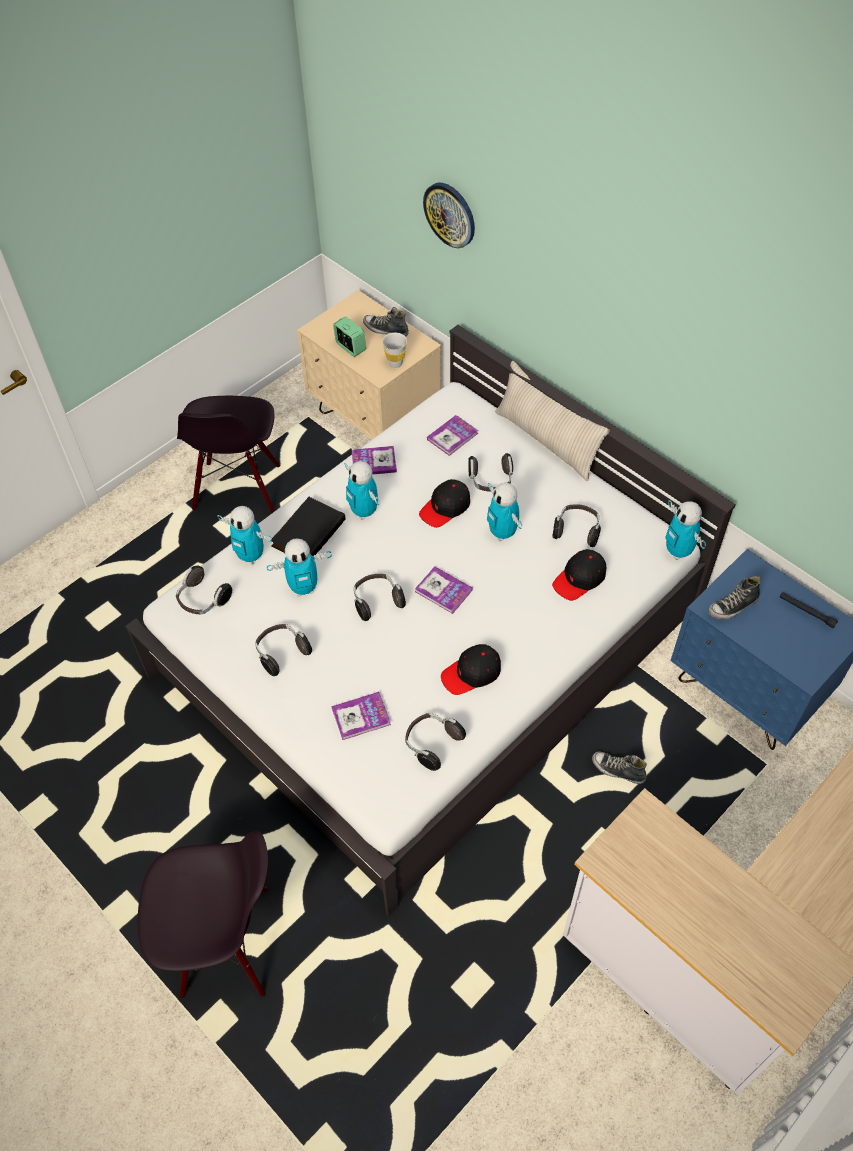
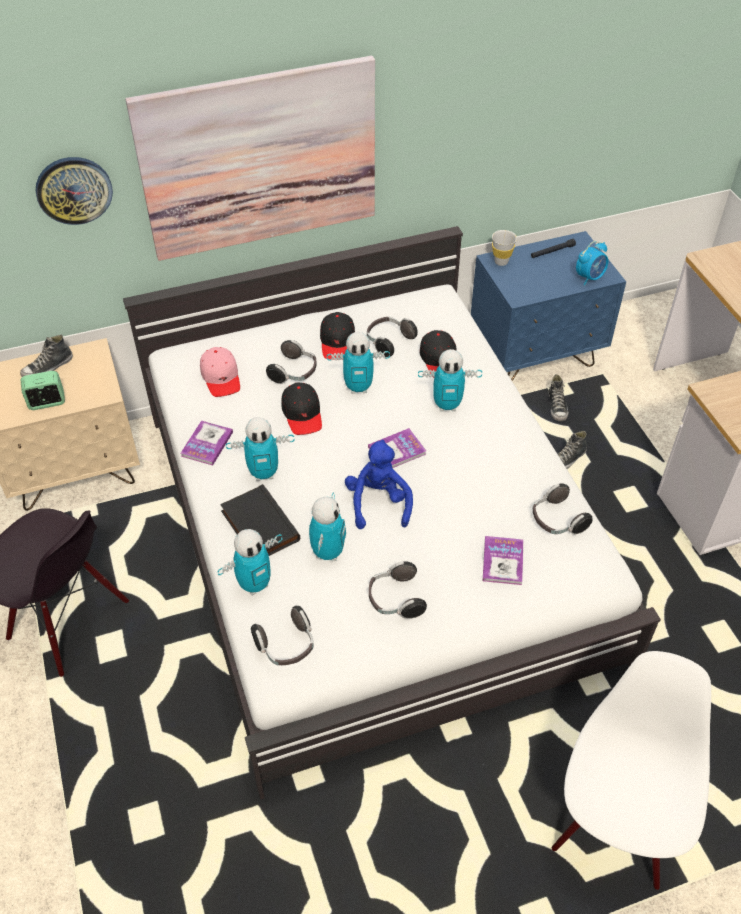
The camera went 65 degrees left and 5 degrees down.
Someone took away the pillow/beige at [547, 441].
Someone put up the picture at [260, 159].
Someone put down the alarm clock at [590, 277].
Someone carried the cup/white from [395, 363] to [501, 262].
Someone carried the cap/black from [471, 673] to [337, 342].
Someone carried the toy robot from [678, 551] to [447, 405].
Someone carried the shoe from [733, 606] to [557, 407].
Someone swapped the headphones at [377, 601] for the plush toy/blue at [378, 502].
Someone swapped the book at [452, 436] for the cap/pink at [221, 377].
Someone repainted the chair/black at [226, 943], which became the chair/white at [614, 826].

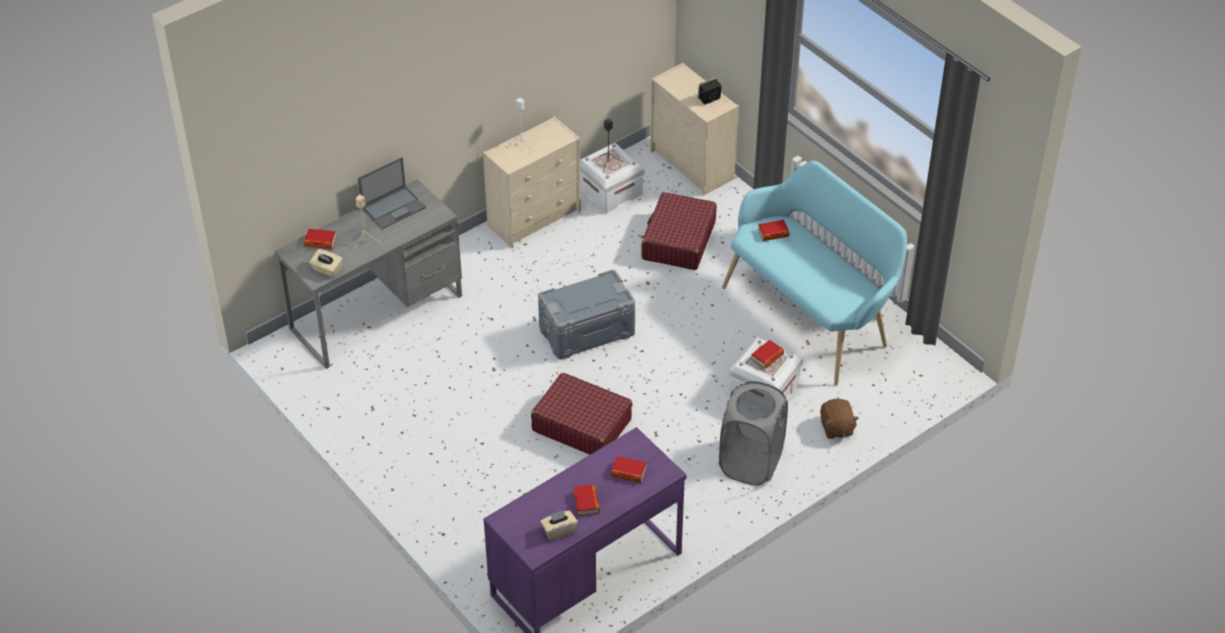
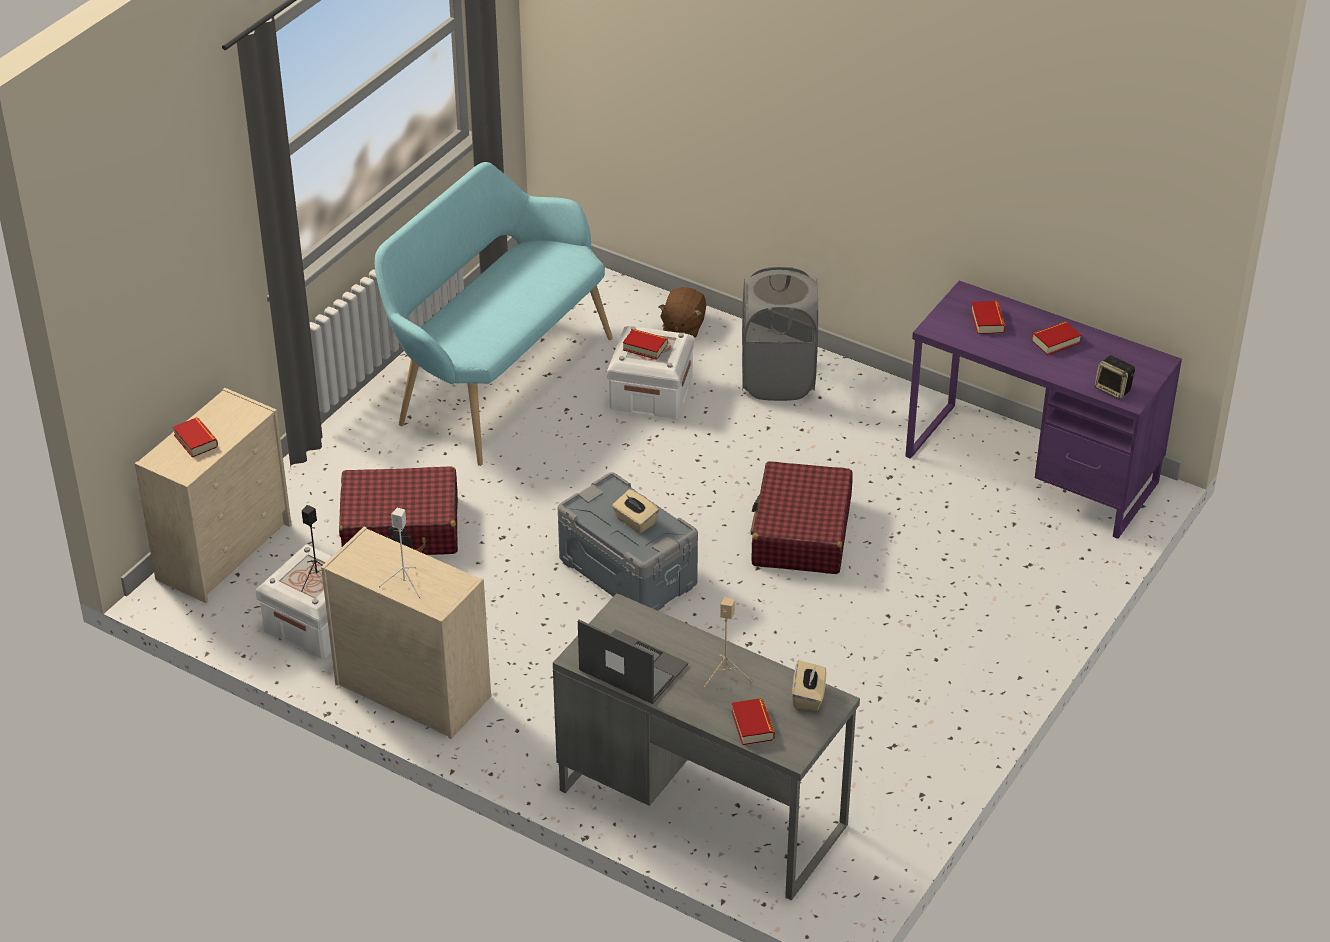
The camera went 110 degrees left and 5 degrees down.
Someone carried the tissue box/beige from [559, 530] to [635, 521].
Someone carried the speaker from [709, 99] to [1113, 389].
Someone carried the book from [773, 233] to [196, 441].
Someone rotated the plush toy/brown at [836, 428] by 135 degrees clockwise.

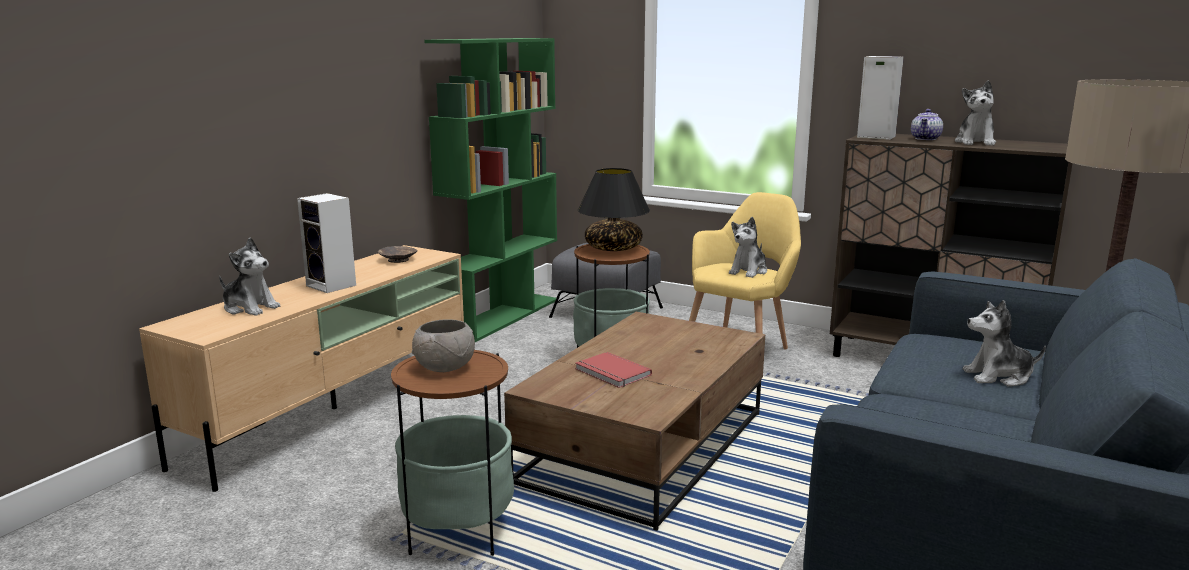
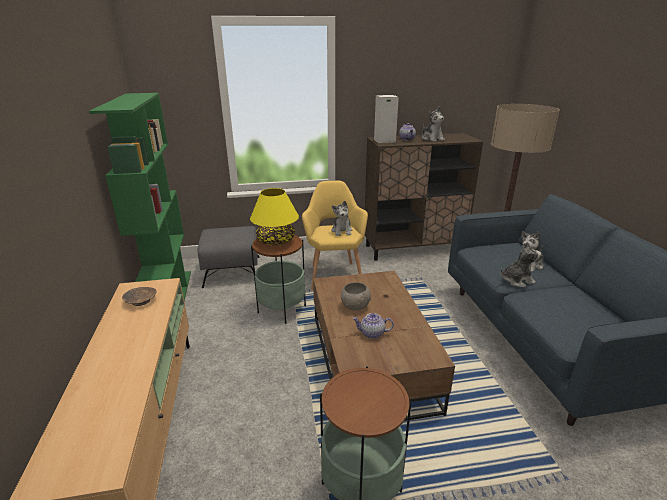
The camera went 40 degrees left and 10 degrees up.
Someone took away the speaker at [333, 286].
Someone carried the plush toy from [250, 308] to [516, 280].
Someone carried the bowl/grey from [446, 367] to [355, 306].
Someone swapped the book/red at [611, 373] for the teapot at [372, 333].
Someone repainted the table lamp/black at [613, 248], which became the table lamp/yellow at [276, 240].

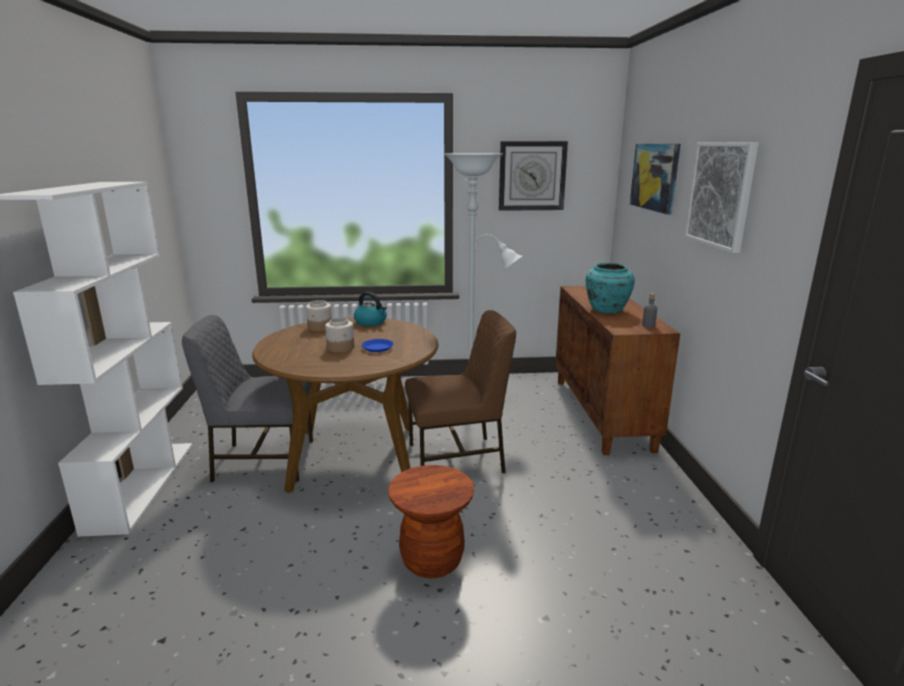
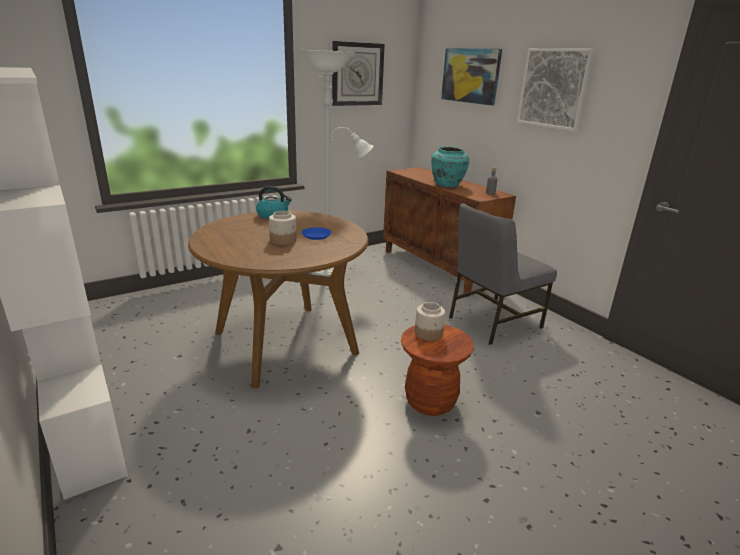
The camera went 30 degrees left and 5 degrees up.
Someone took away the chair/brown at [457, 459].
Someone carried the chair/grey from [262, 461] to [492, 322].
Someone carried the jar from [320, 327] to [429, 333].

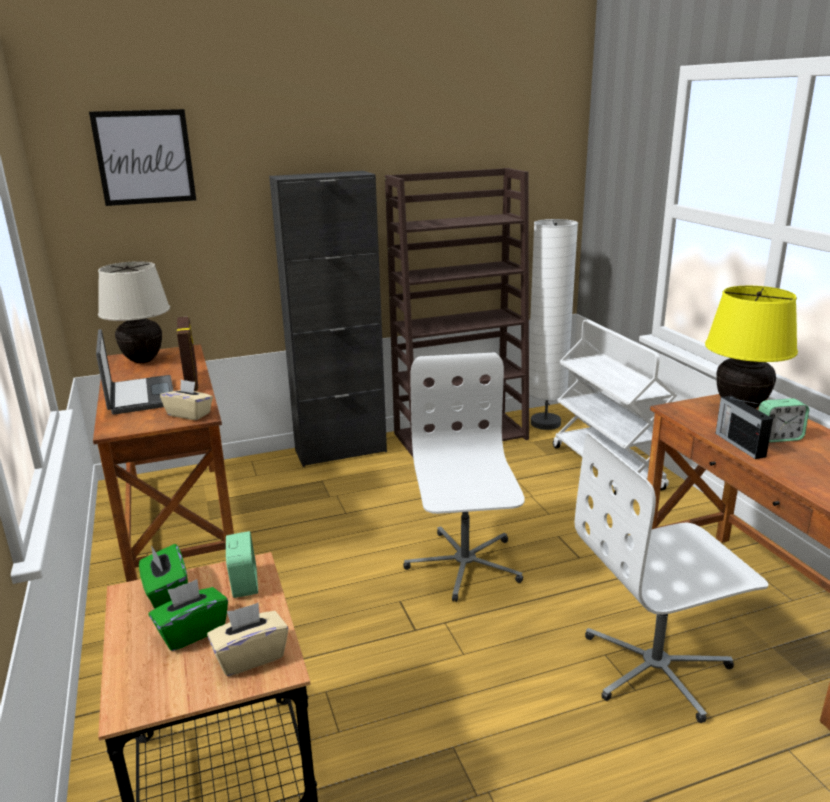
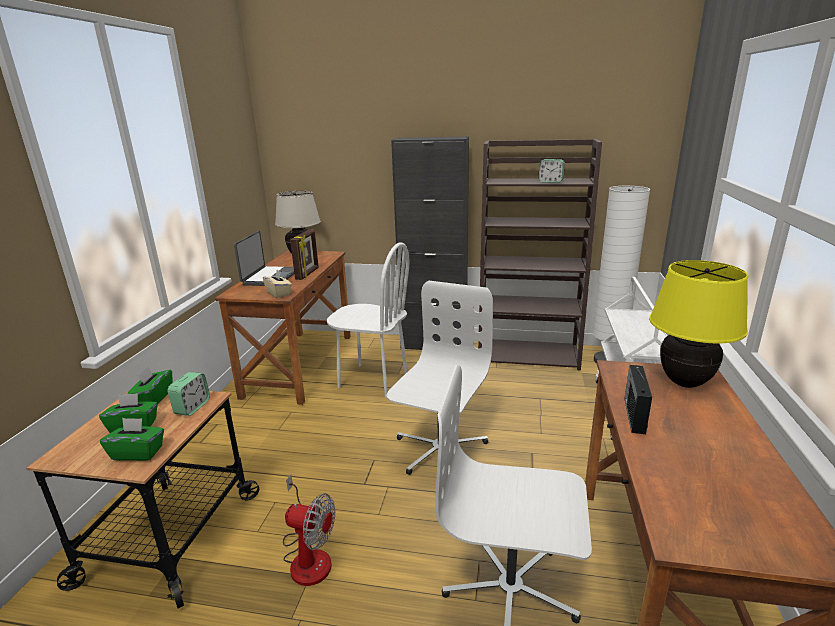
The camera went 30 degrees right and 0 degrees up.
Someone took away the picture at [144, 157].
Someone put down the fan at [308, 555].
Someone put down the chair/white at [372, 380].
Someone carried the alarm clock from [778, 437] to [550, 181].
Someone repainted the tissue box/beige at [250, 656], which became the tissue box/green at [138, 453].

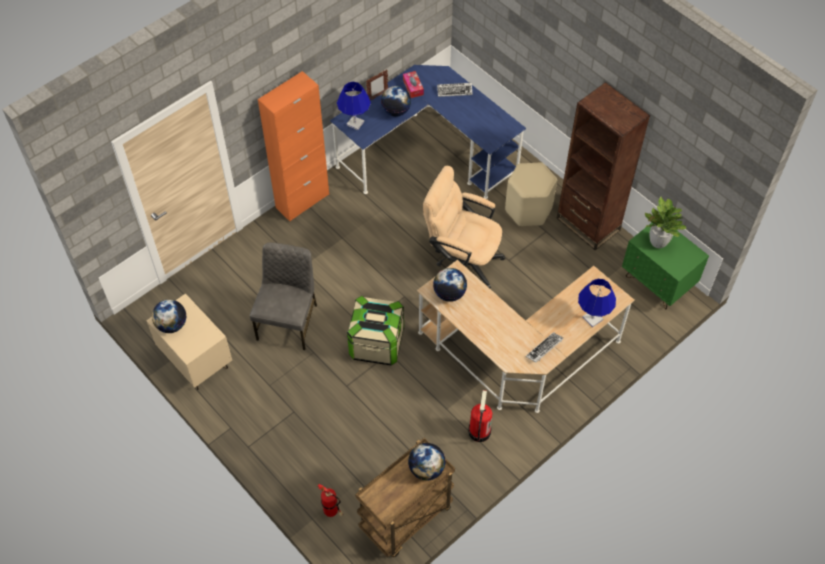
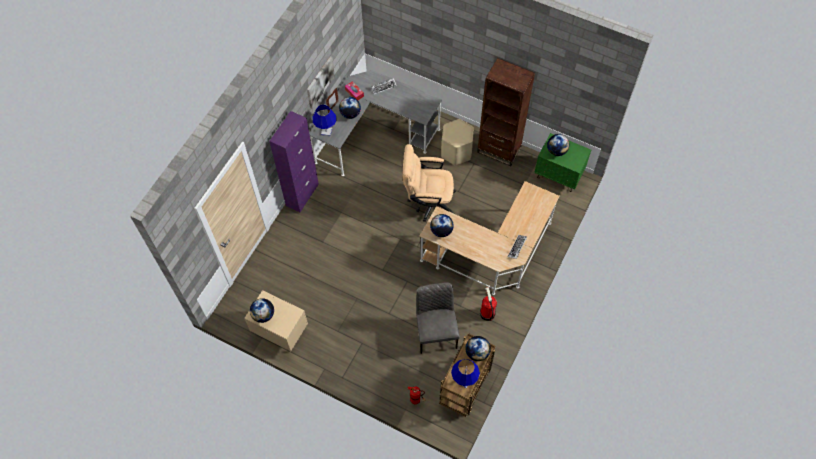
The camera went 20 degrees left and 5 degrees up.
Someone took away the storage box at [376, 344].
Someone put up the picture at [320, 82].
Someone carried the chair/grey from [289, 321] to [436, 332].
Someone carried the table lamp/blue from [592, 318] to [464, 381].
Someone swapped the potted plant at [658, 242] for the globe at [556, 151].
Someone repainted the cabinet/orange at [302, 201], which became the cabinet/purple at [302, 195].
Someone repainted the desk/blue at [428, 154], which became the desk/grey at [373, 134].

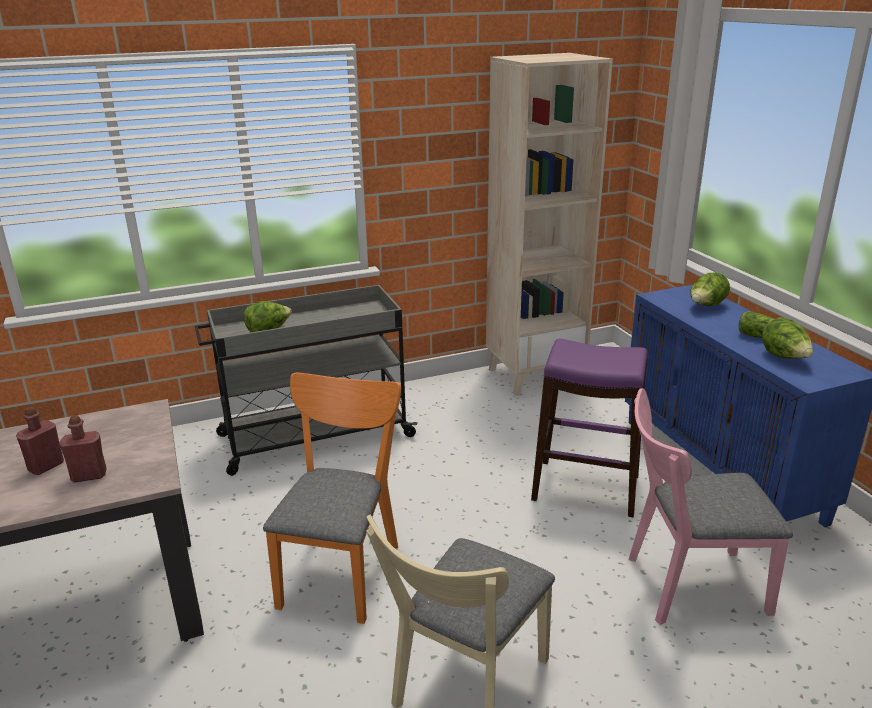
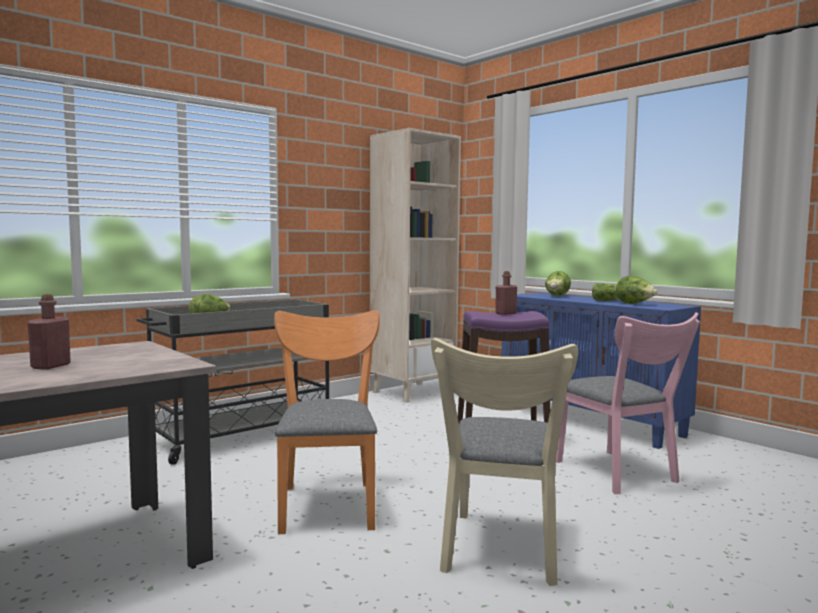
The camera went 20 degrees left and 20 degrees down.
Someone carried the bottle/red from [89, 476] to [505, 313].
Someone rotated the chair/pink at [686, 585] by 90 degrees counterclockwise.

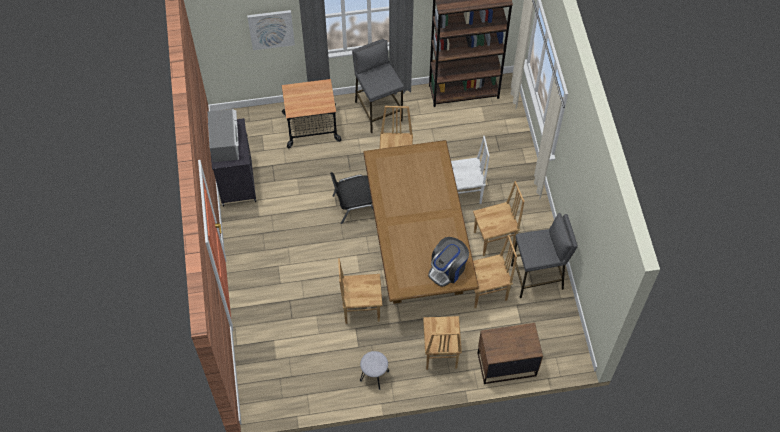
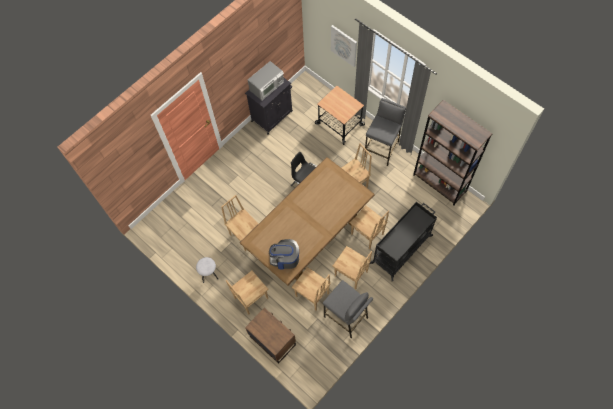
The camera went 55 degrees right and 5 degrees up.
Someone put down the cart/black at [402, 249].
Someone repainted the chair/white at [463, 194], which became the chair/brown at [367, 235].

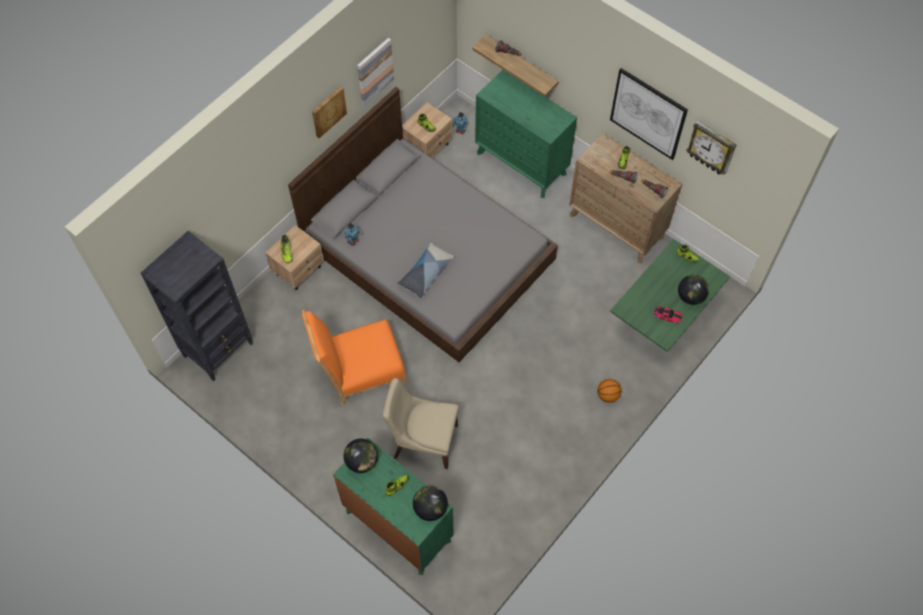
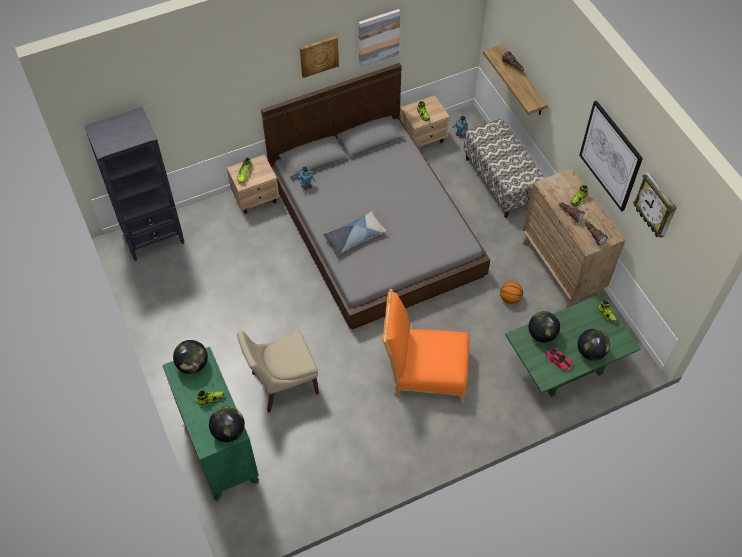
The camera went 25 degrees right and 5 degrees down.
Someone put down the globe at [542, 334].
Someone carried the chair/orange from [359, 369] to [425, 371].
Someone carried the basketball from [607, 395] to [510, 298].
Someone swapped the dresser/green at [521, 163] for the bench at [501, 181].
Someone rotated the chair/beige at [423, 440] by 60 degrees counterclockwise.

